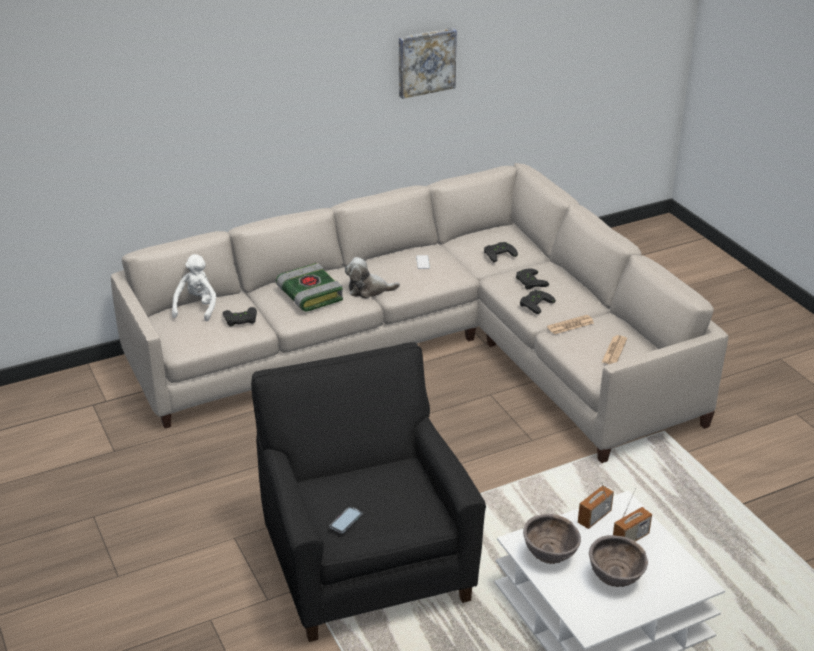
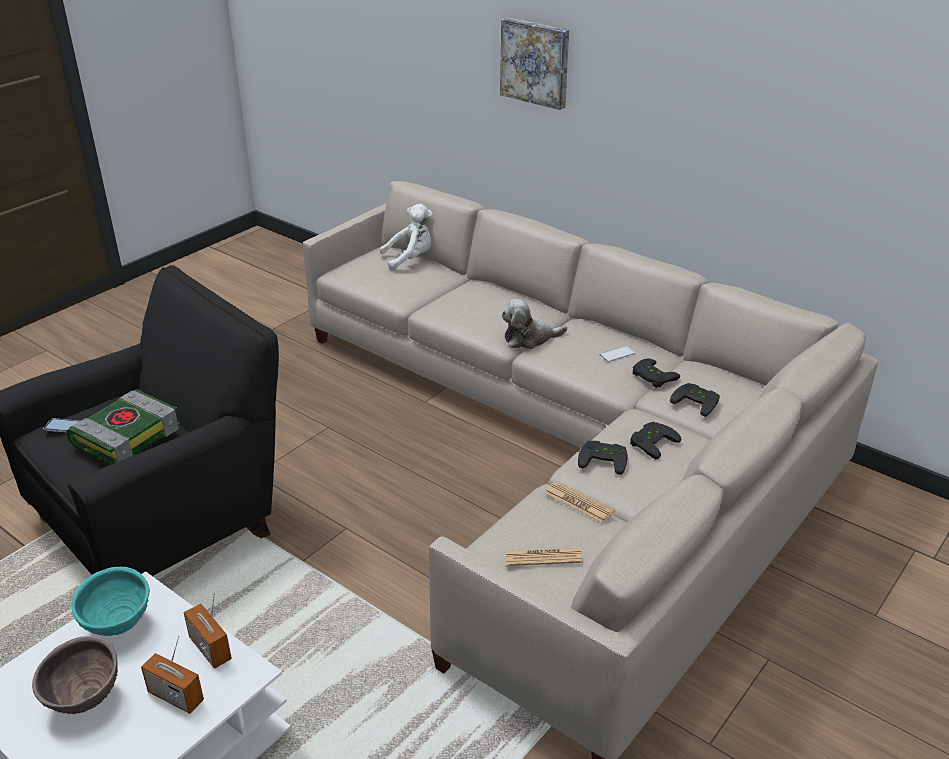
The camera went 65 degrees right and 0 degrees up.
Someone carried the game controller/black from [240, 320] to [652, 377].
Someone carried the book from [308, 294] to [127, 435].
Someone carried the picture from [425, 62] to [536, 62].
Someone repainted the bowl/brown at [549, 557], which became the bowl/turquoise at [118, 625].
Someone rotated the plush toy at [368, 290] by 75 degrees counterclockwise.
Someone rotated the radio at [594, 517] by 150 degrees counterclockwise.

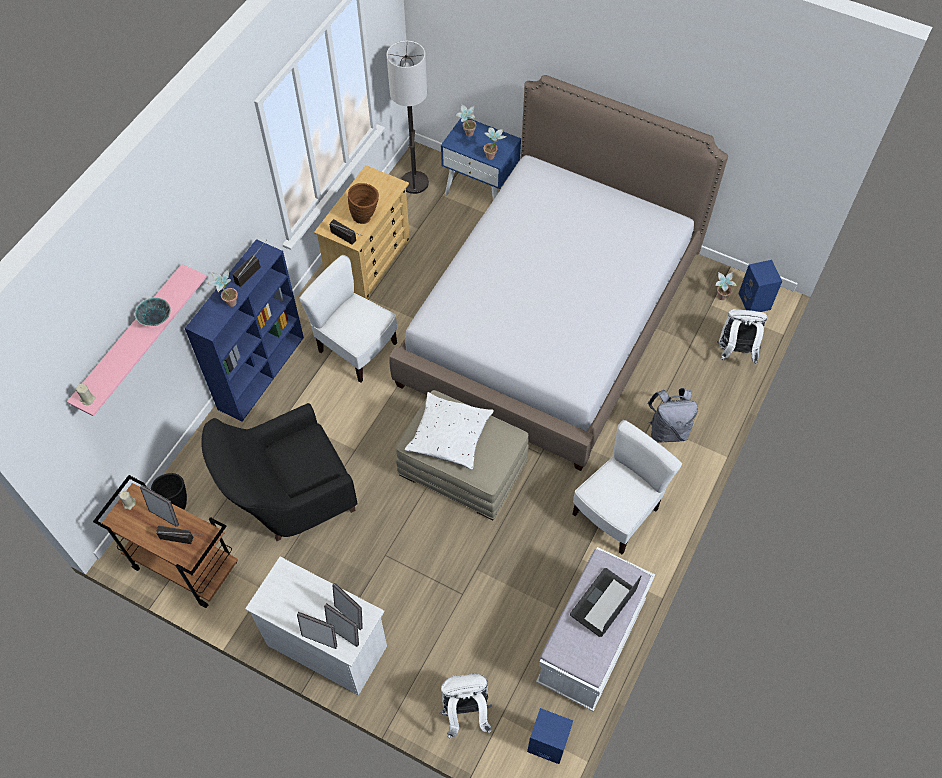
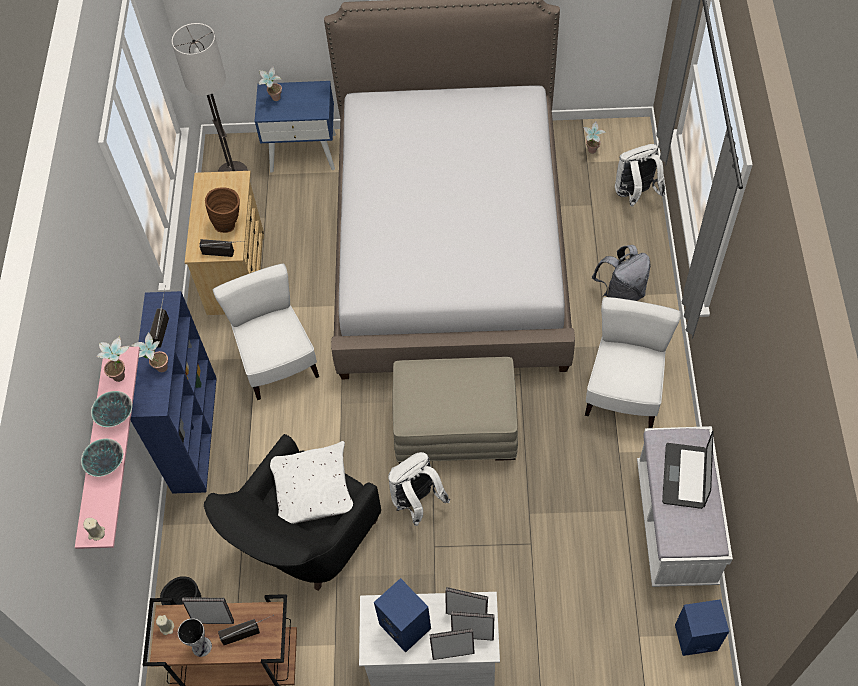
The camera went 25 degrees left and 0 degrees up.
Someone put down the bowl at [106, 465].
Someone put down the vase at [202, 646].
Someone carried the pillow/white from [449, 435] to [312, 489].
Someone carried the backpack/white from [465, 712] to [417, 501].
Someone carried the potted plant from [493, 156] to [123, 374].
Someone carried the speaker/blue from [755, 302] to [406, 626].
Someone rotated the chair/white at [356, 349] by 60 degrees clockwise.

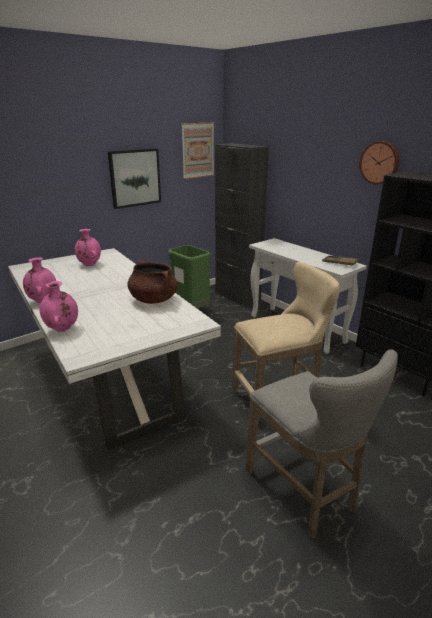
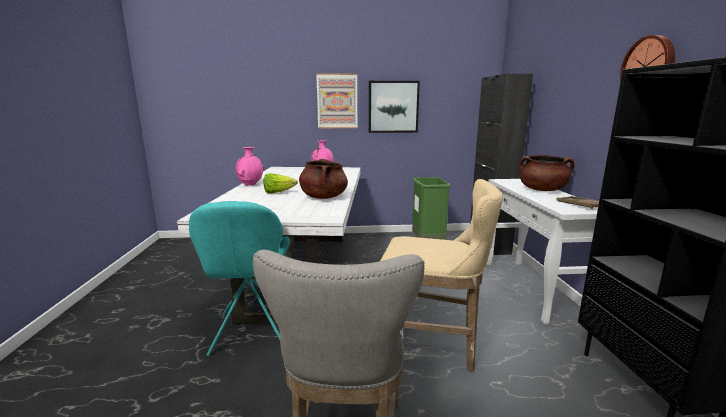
The camera went 35 degrees right and 10 degrees down.
Someone took away the vase/pink at [62, 329].
Someone put down the chair/turquoise at [251, 333].
Someone put down the lettuce at [278, 192].
Someone put down the cooking pot/brown at [542, 190].
Someone carried the picture from [197, 150] to [337, 101].

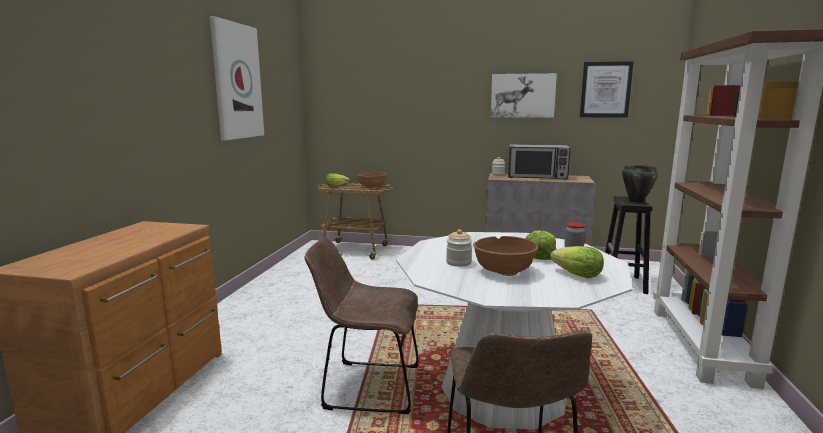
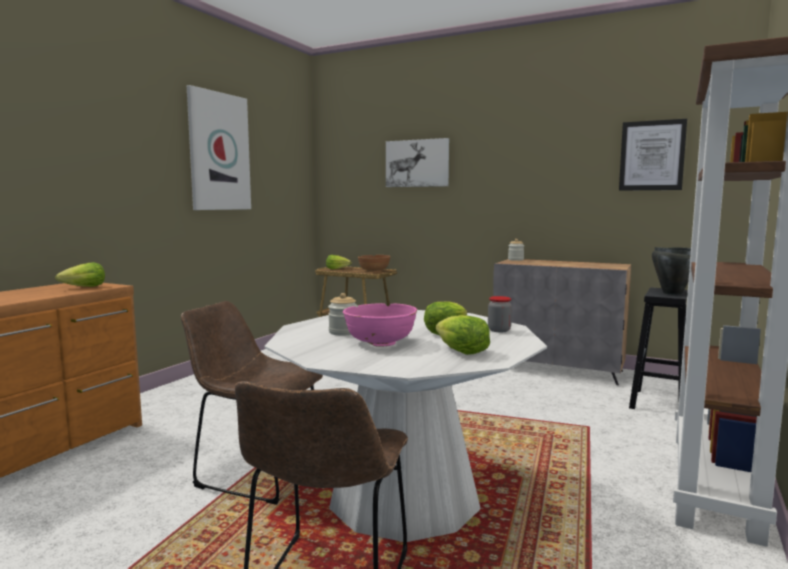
The camera went 15 degrees right and 5 degrees down.
Someone took away the microwave at [537, 177].
Someone put down the lettuce at [84, 287].
Someone carried the picture from [522, 95] to [417, 163].
Someone repainted the bowl/brown at [503, 271], which became the bowl/pink at [380, 342].

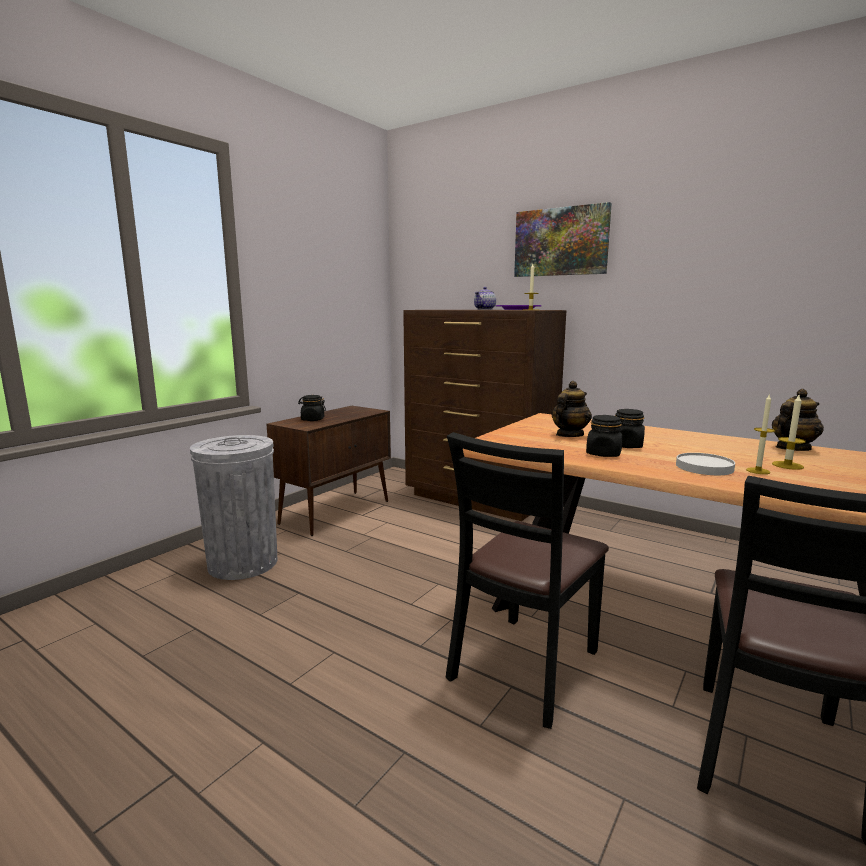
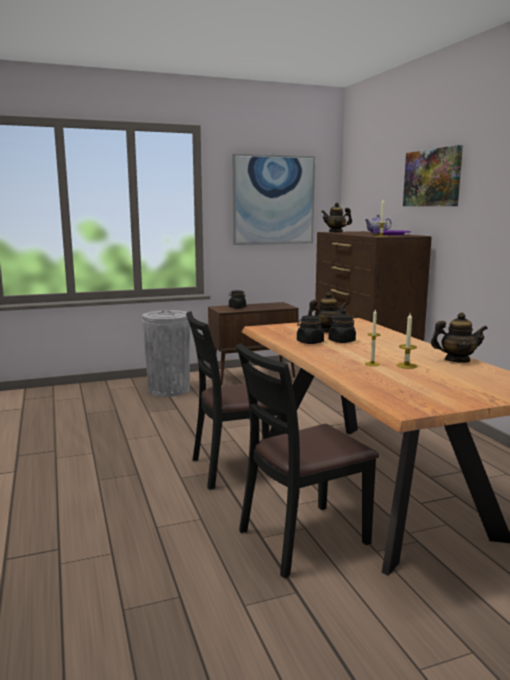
The camera went 35 degrees right and 0 degrees up.
Someone took away the plate/white at [704, 467].
Someone put up the picture at [273, 200].
Someone put down the teapot at [336, 232].

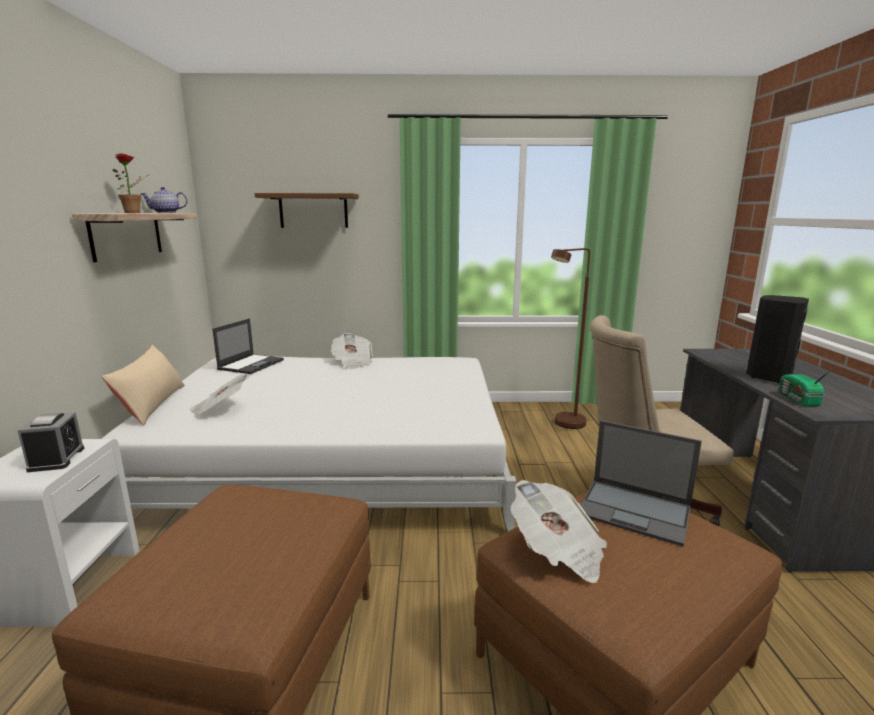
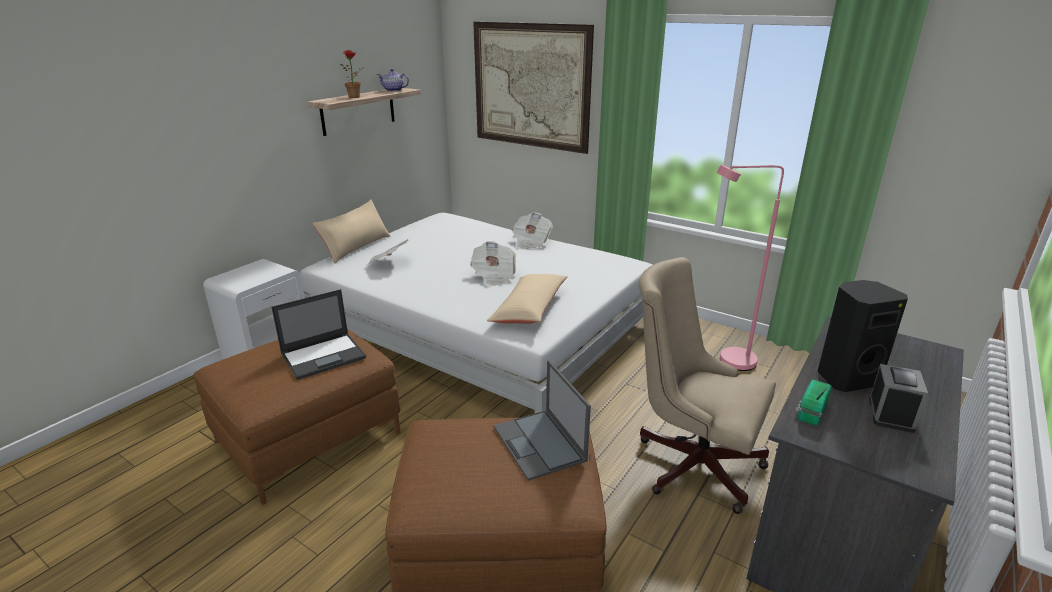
The camera went 35 degrees right and 10 degrees up.
Someone put down the pillow/beige at [529, 308].
Someone carried the alarm clock from [56, 459] to [891, 414].
Someone carried the laptop from [251, 364] to [324, 356].
Someone carried the newspaper from [558, 551] to [494, 276].
Someone swapped the shelf/brown at [313, 211] for the picture at [530, 86].
Someone repainted the floor lamp/brown at [564, 425], which became the floor lamp/pink at [728, 361].

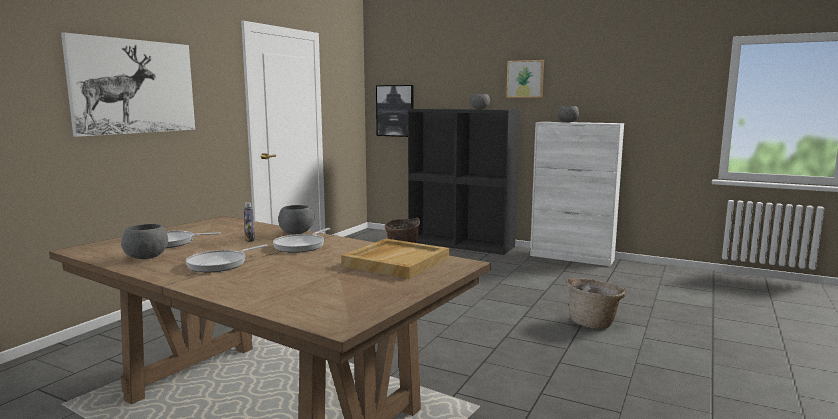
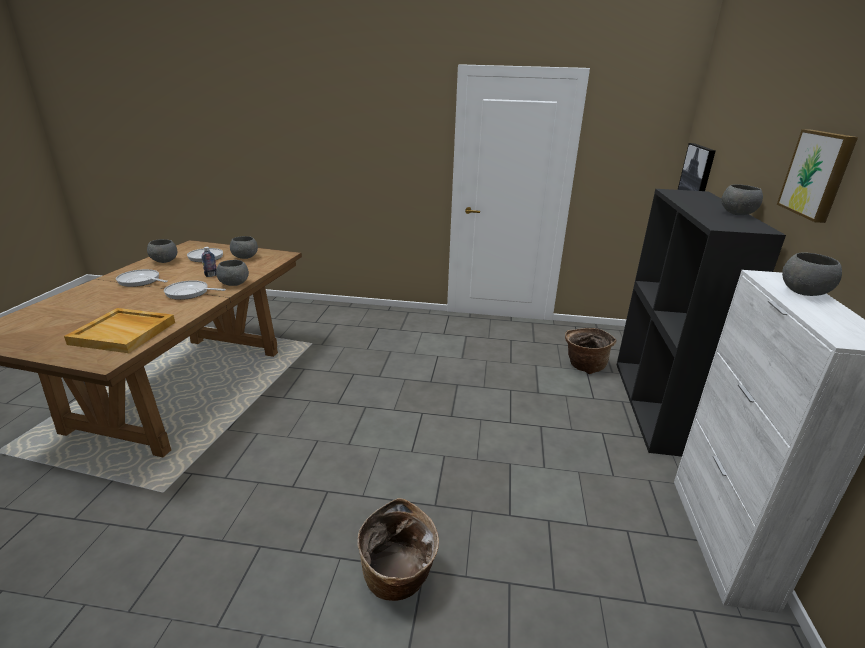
The camera went 70 degrees right and 15 degrees up.
Someone took away the picture at [134, 86].
Someone put down the bowl/grey at [245, 257].

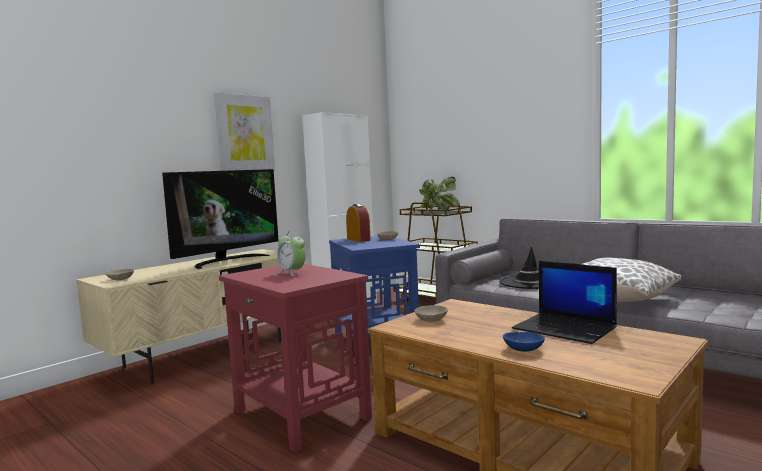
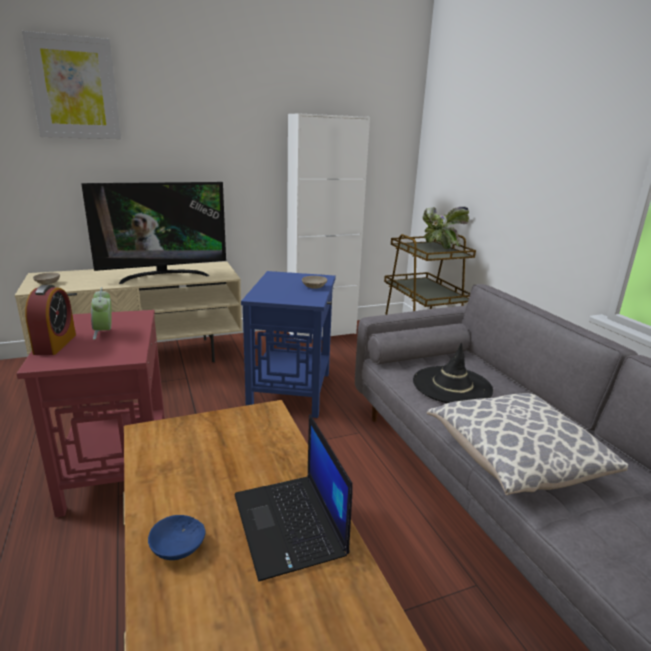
The camera went 25 degrees right and 15 degrees up.
Someone took away the bowl/beige at [431, 319].
Someone carried the picture from [245, 133] to [74, 88].
Someone carried the alarm clock from [358, 240] to [55, 344].

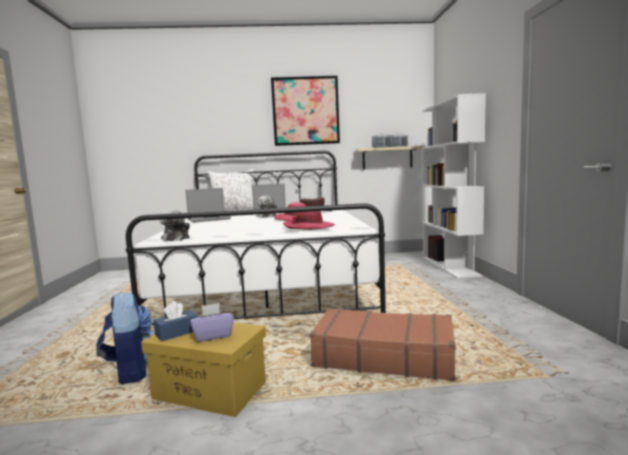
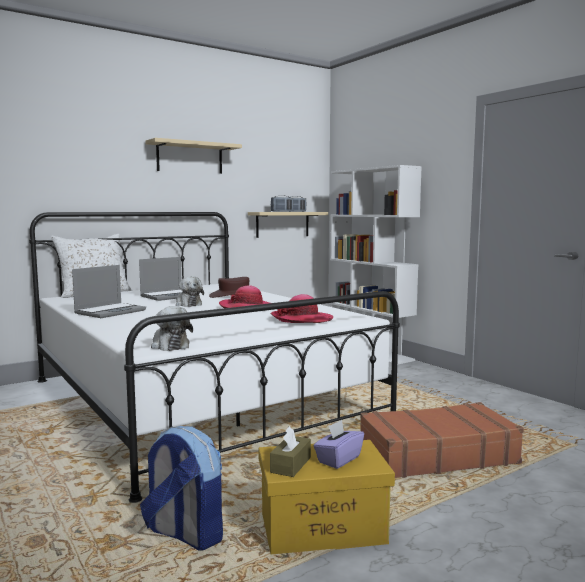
The camera went 30 degrees left and 0 degrees up.
Someone swapped the picture at [305, 111] for the shelf/beige at [190, 158].
Someone repainted the tissue box/blue at [177, 333], which became the tissue box/brown at [291, 465].

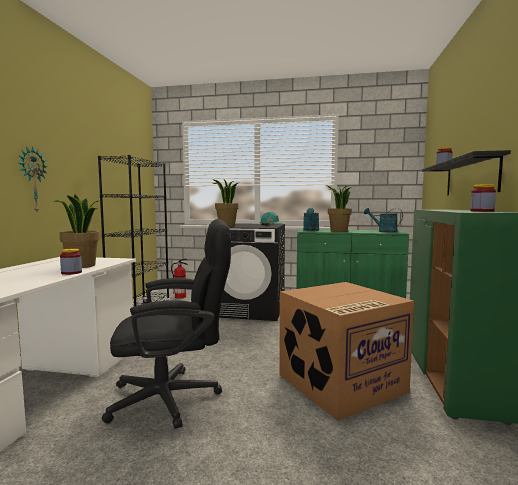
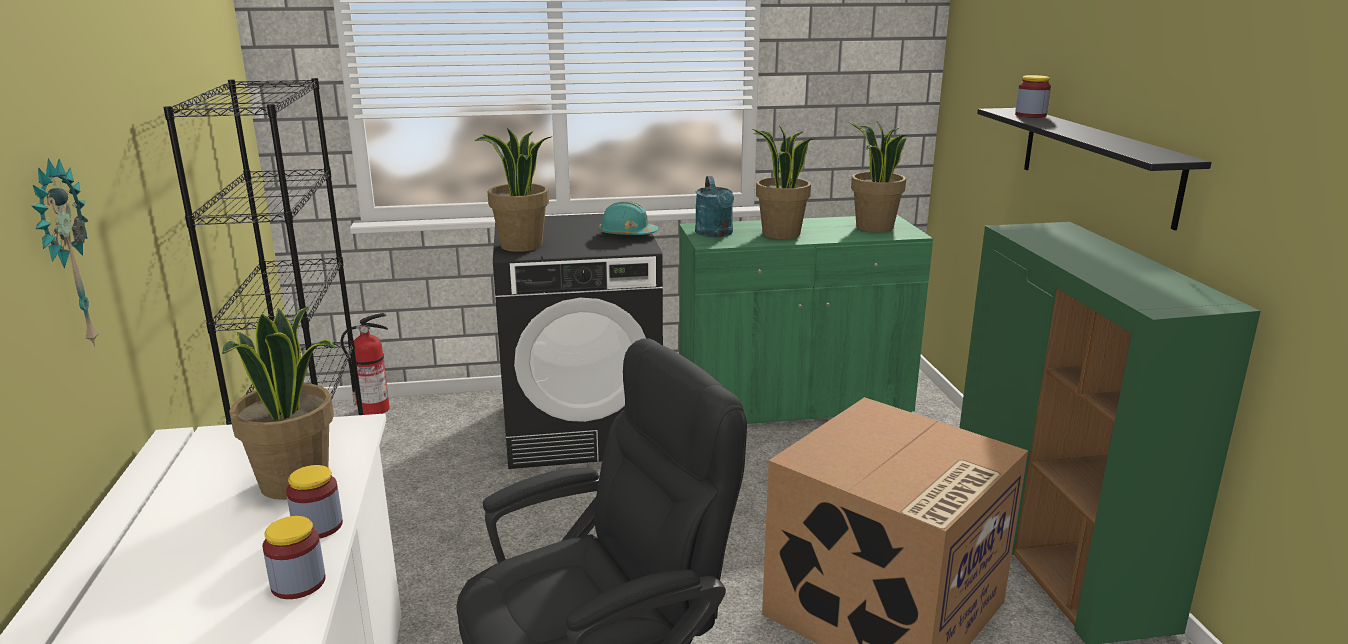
The camera went 20 degrees left and 15 degrees up.
Someone carried the jar from [482, 211] to [298, 583].
Someone swapped the watering can/turquoise at [384, 231] for the potted plant at [873, 227].

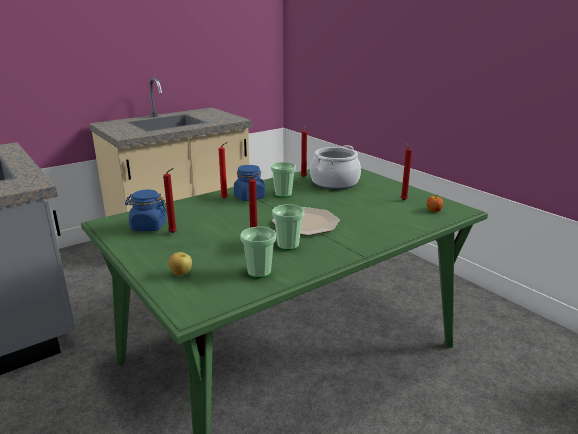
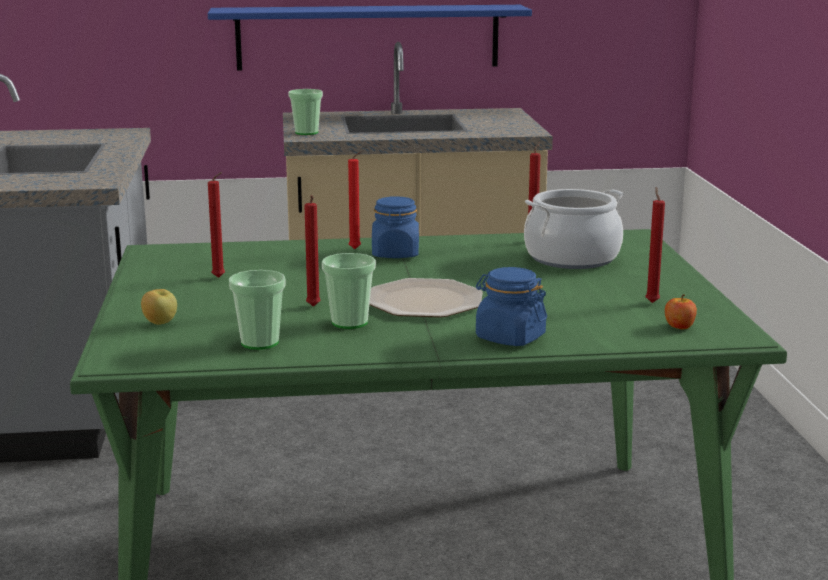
The camera went 30 degrees right and 5 degrees down.
Someone put up the shelf/blue at [368, 37].
Someone carried the jar/blue from [148, 226] to [510, 337].
Someone carried the cup from [283, 194] to [306, 132].

